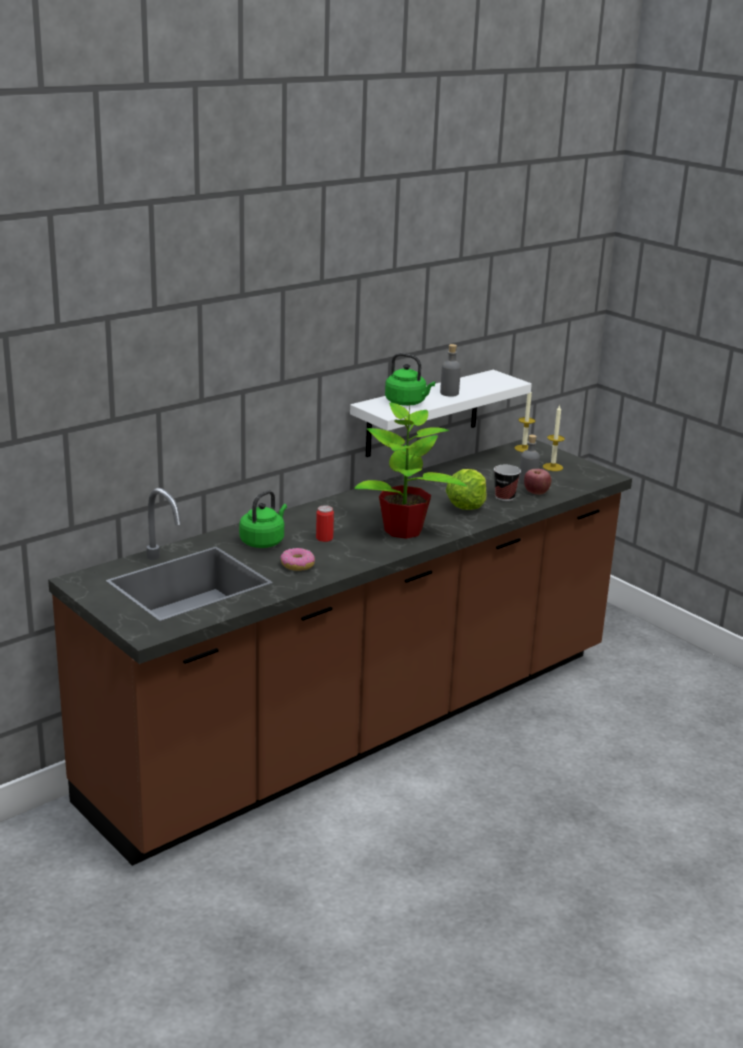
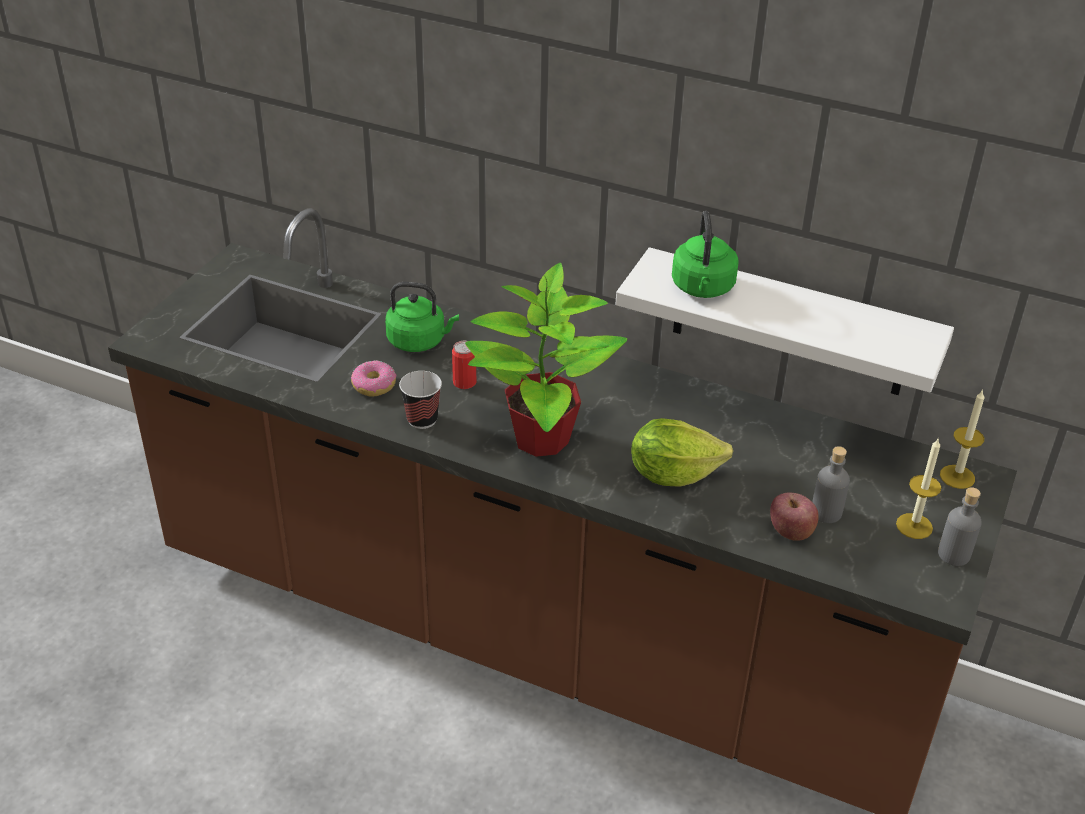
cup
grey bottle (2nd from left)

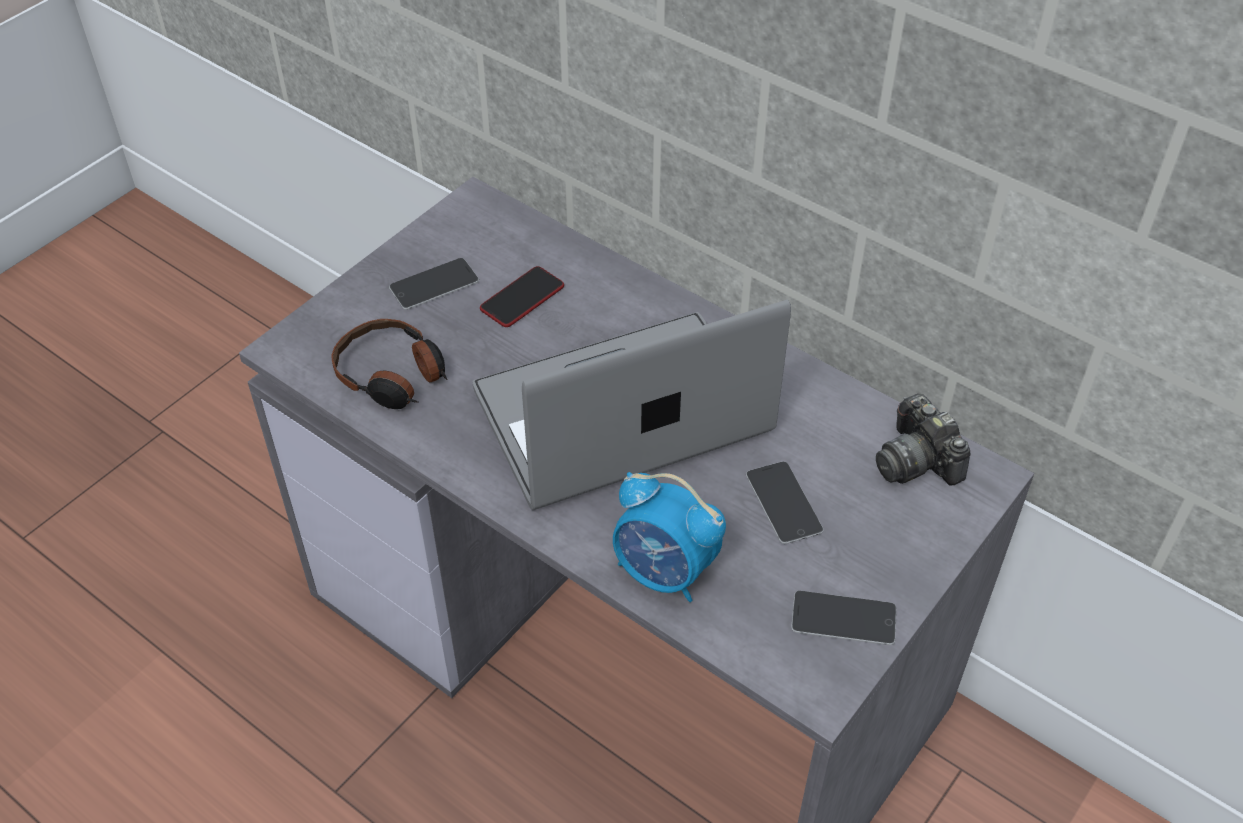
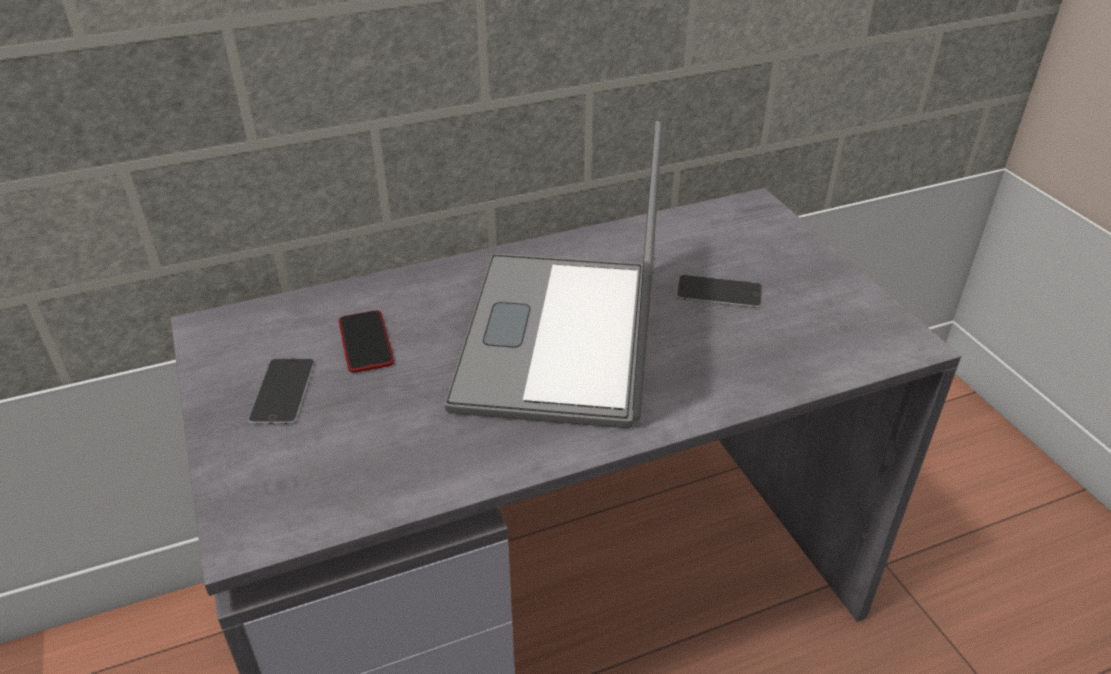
headphones
alarm clock
phone (4th from left in the first image)
photo camera

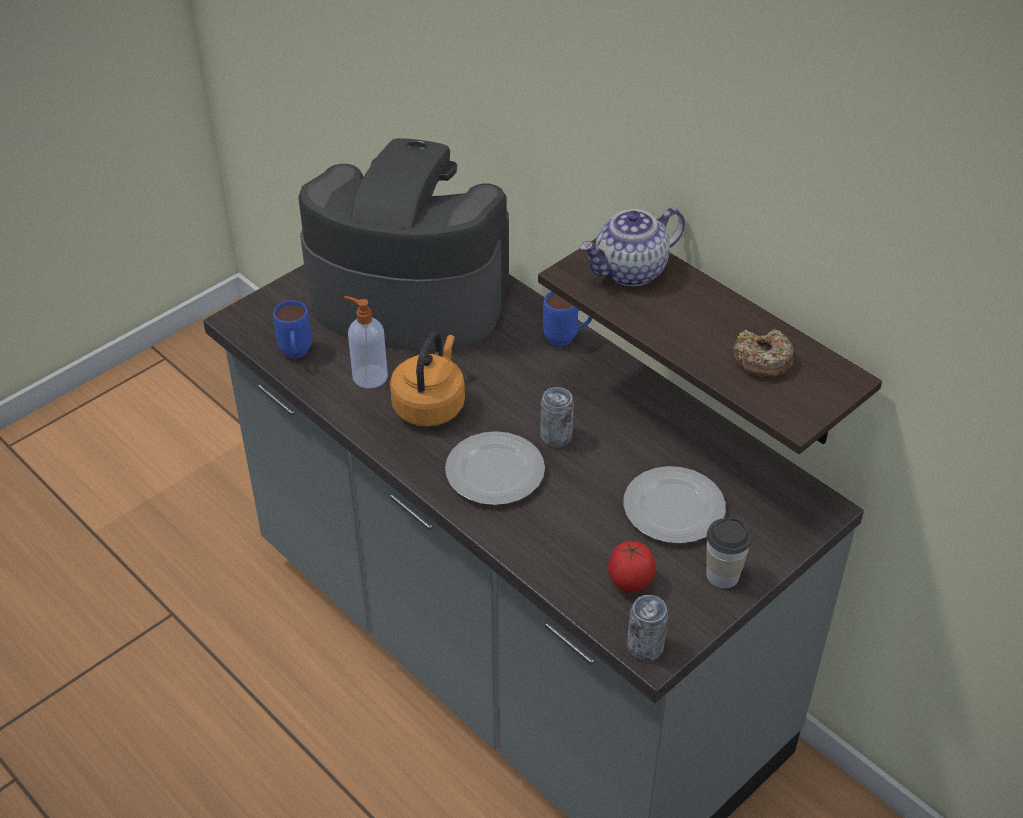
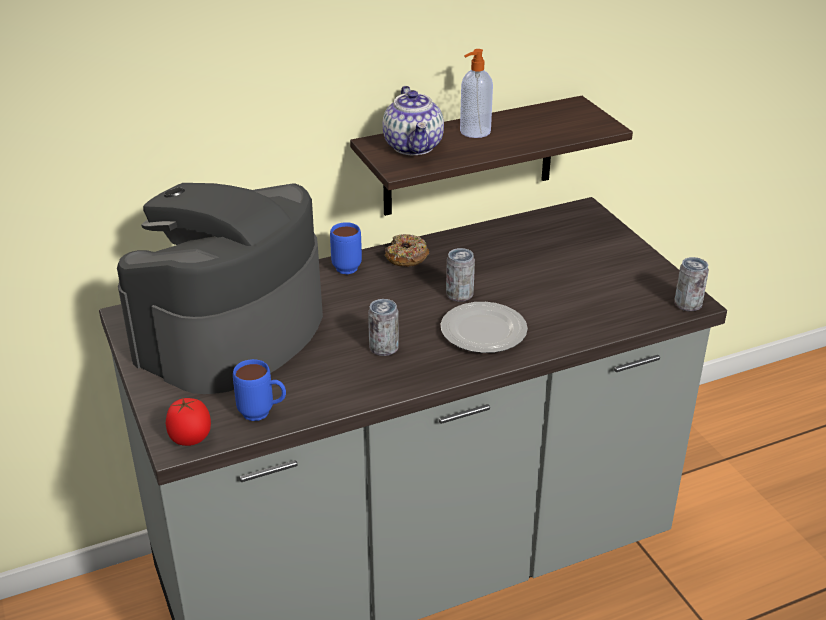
tomato
can (1st from left)
donut
soap dispenser
plate (2nd from left in the first image)
cup

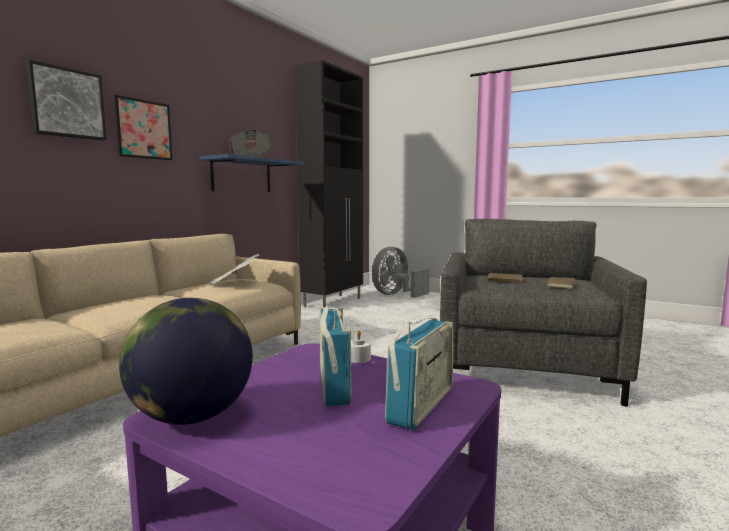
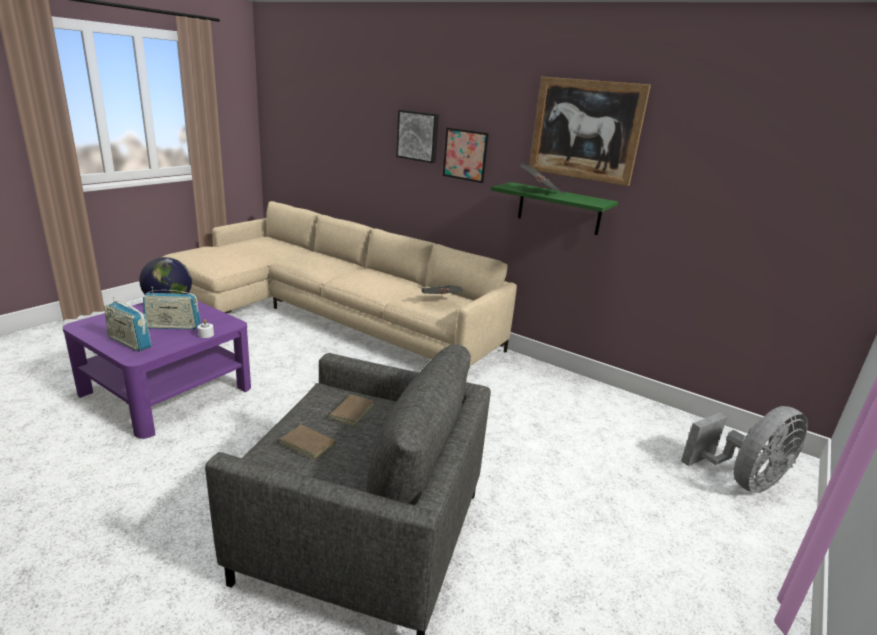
green shelf
picture (3rd from left)
grey fan
black cabinet

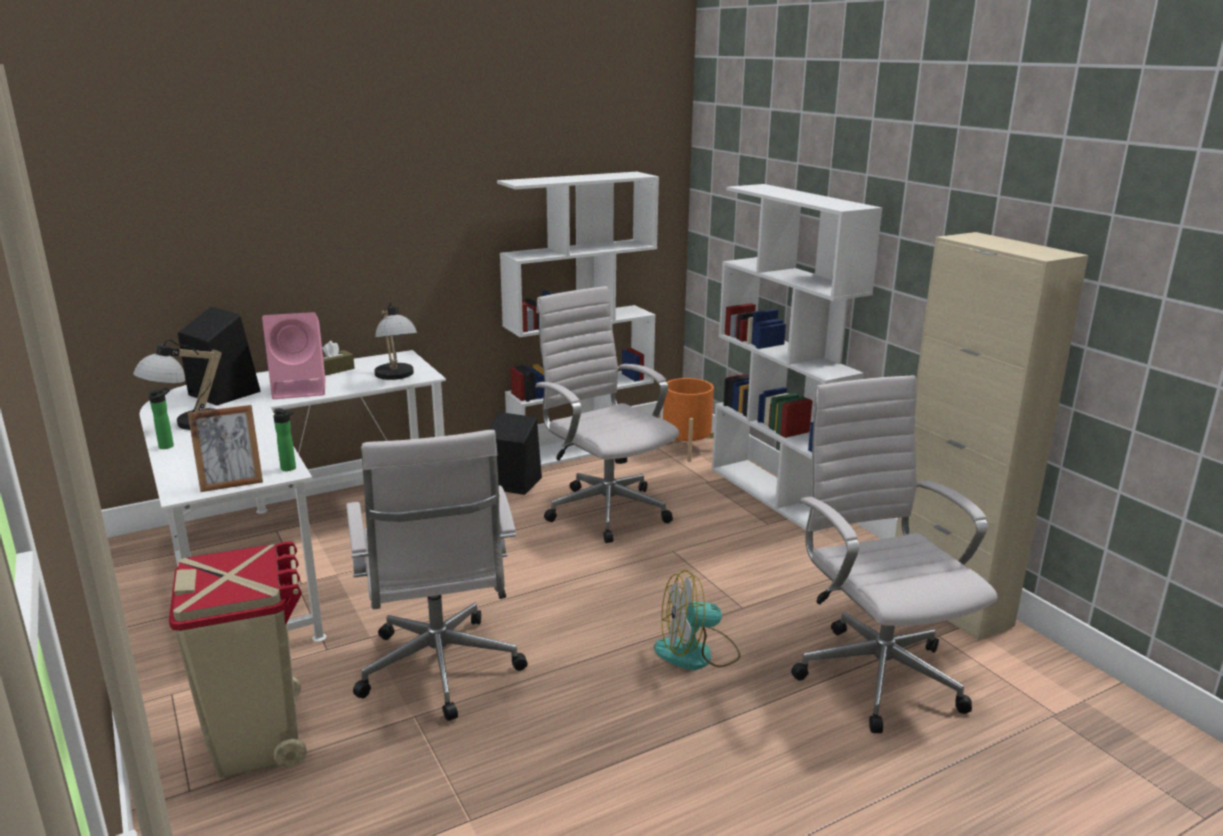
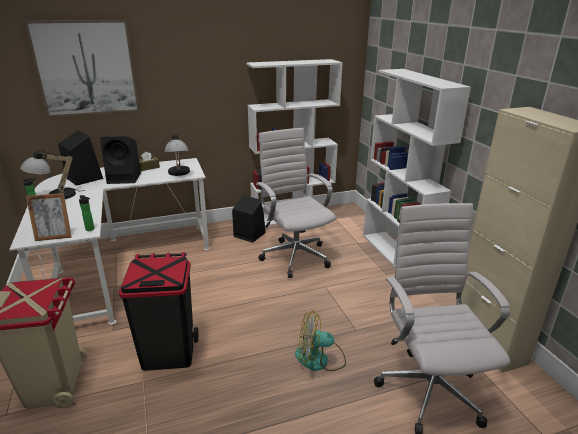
picture
black speaker (2nd from left)
black trash can
orange planter

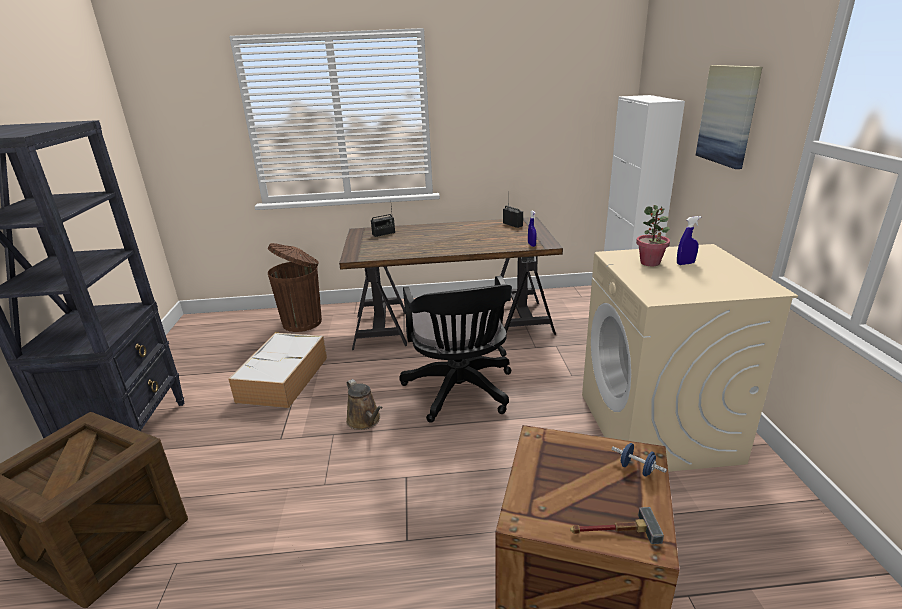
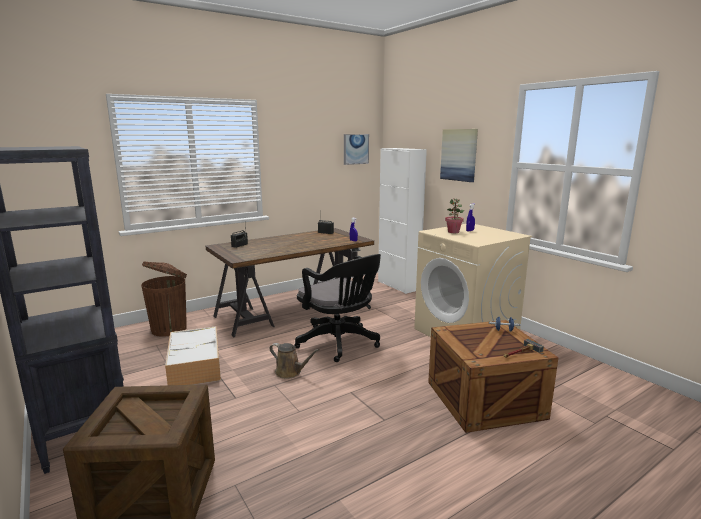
picture (1st from left)

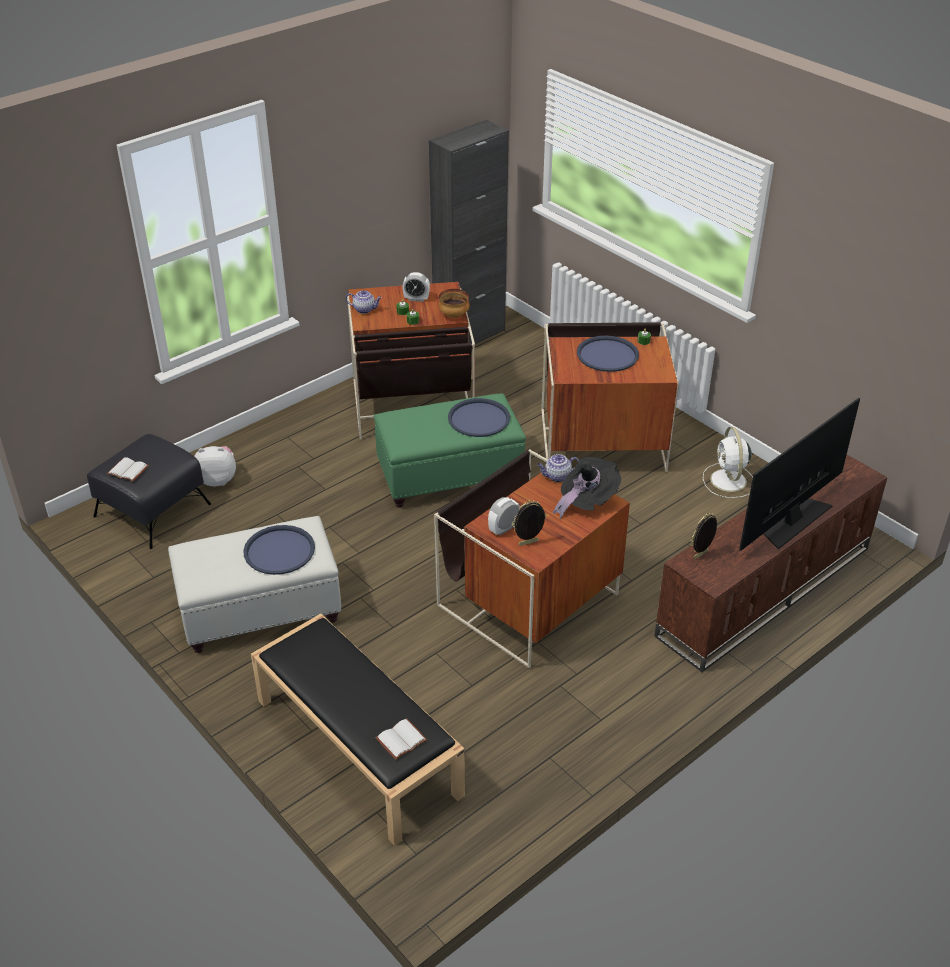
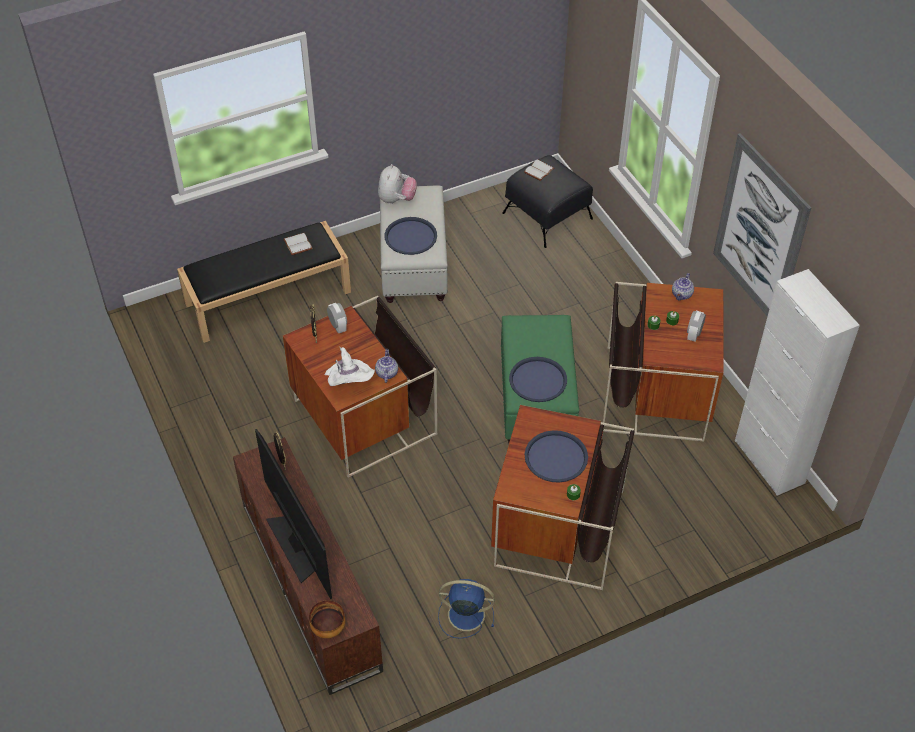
white book (1st from left)
bowl
white hat
plush toy
blue fan
picture
white cabinet

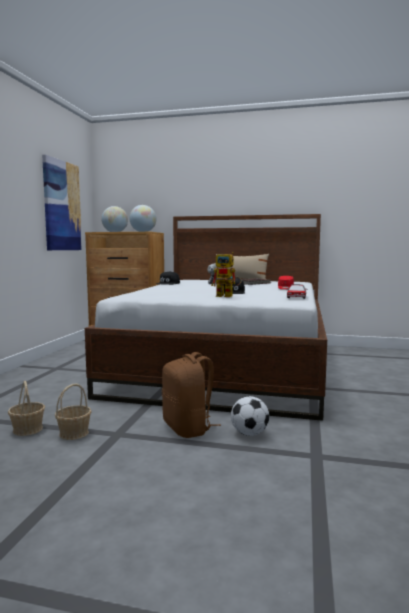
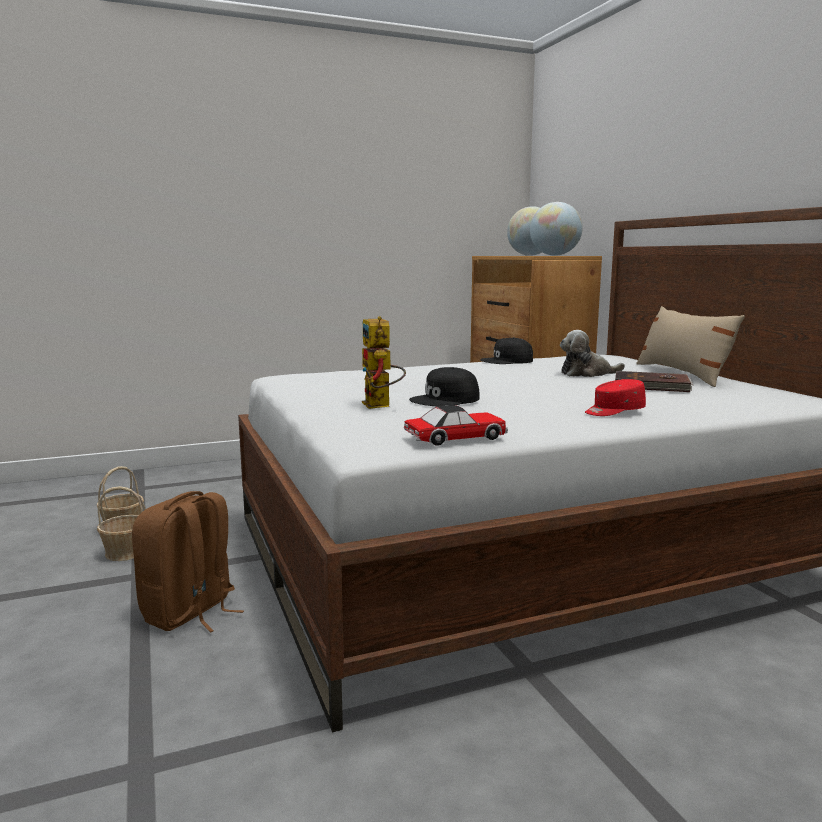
picture
football

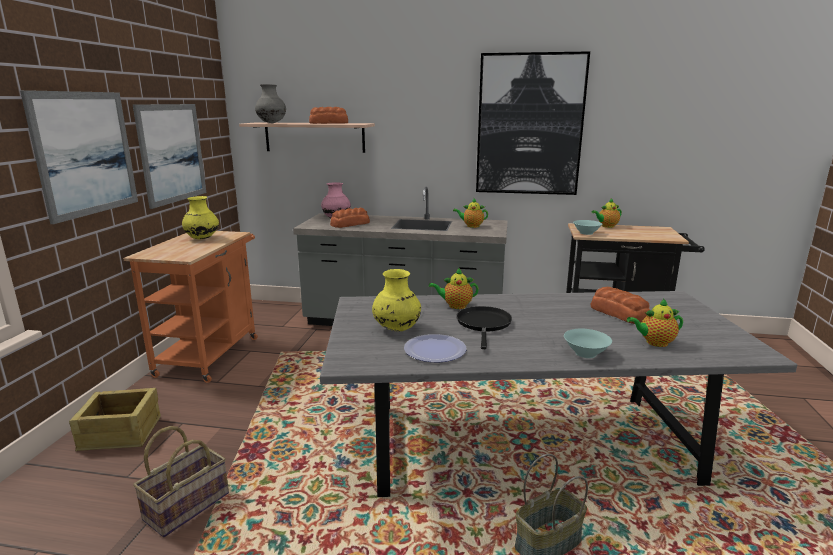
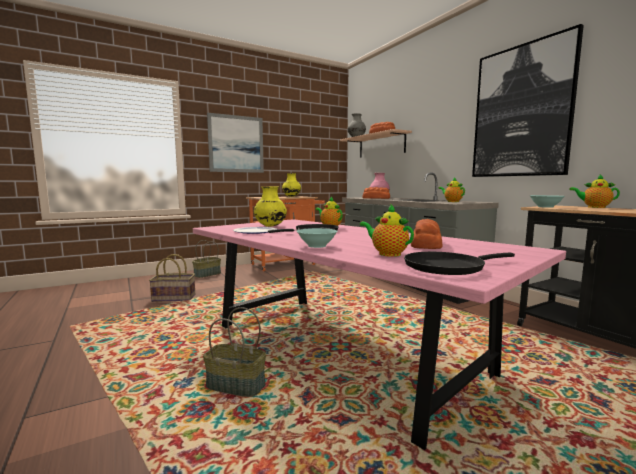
basket (2nd from left)
pink dining table
black frying pan (2nd from left)
picture (2nd from left in the first image)

